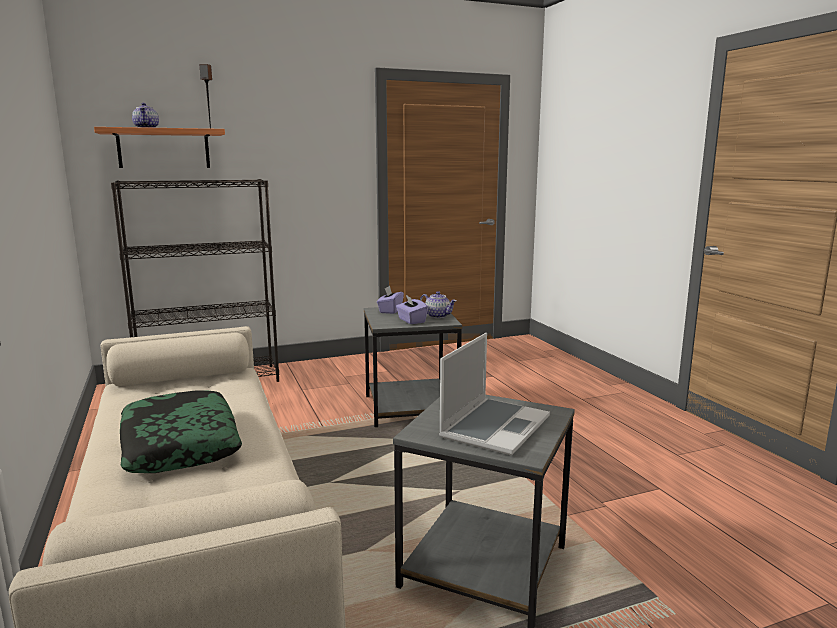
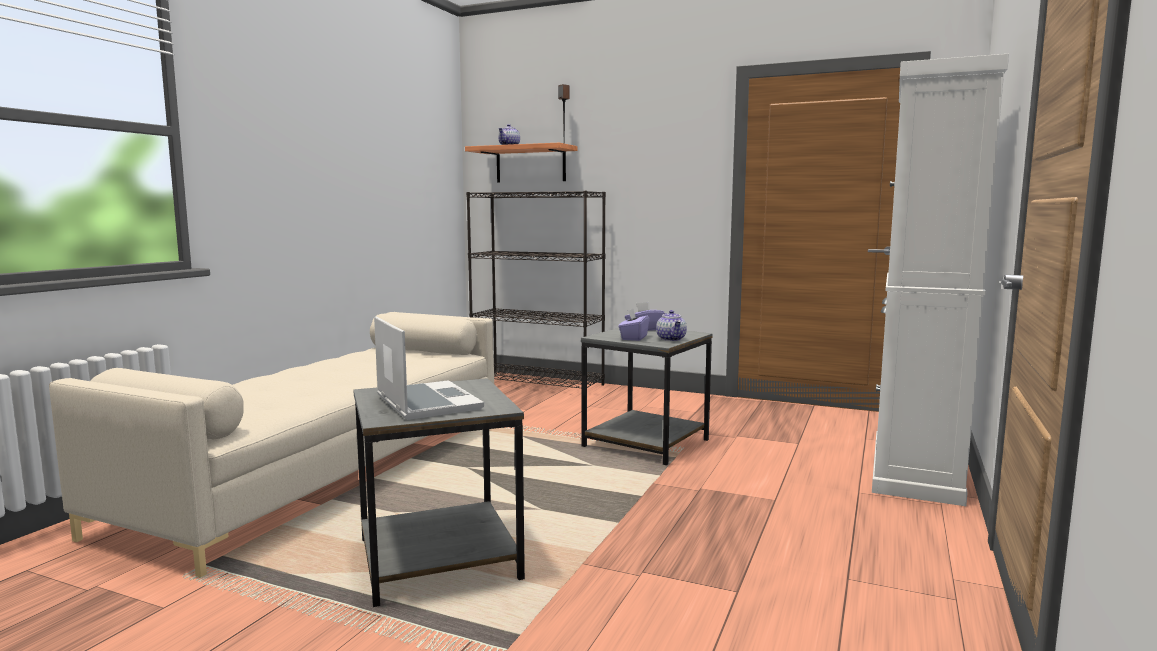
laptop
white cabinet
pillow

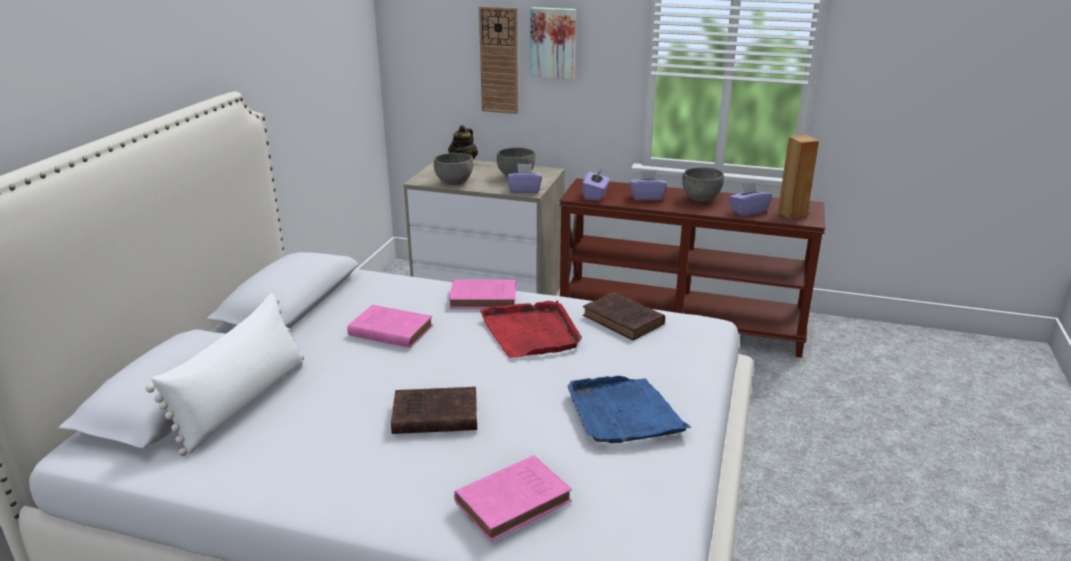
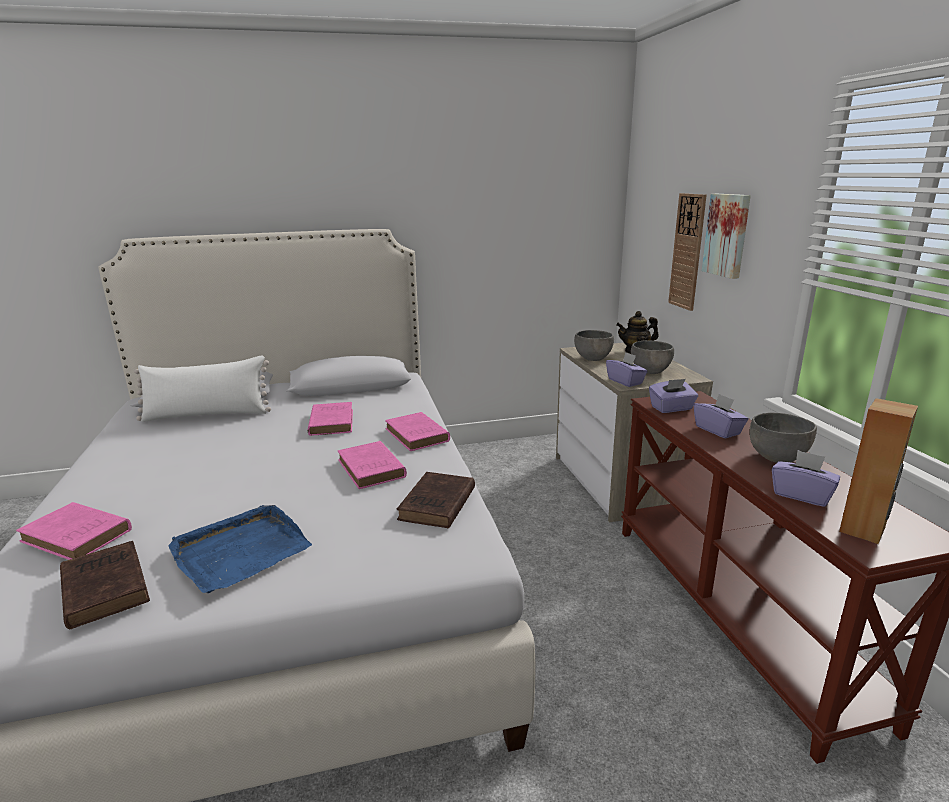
brown book (1st from left)
pink book (3rd from left)

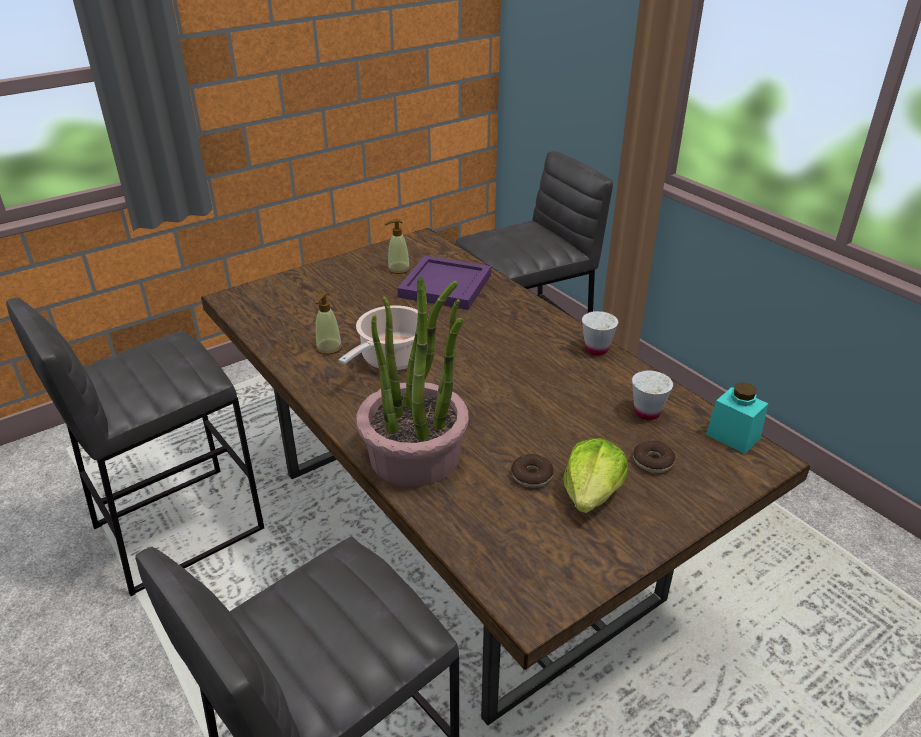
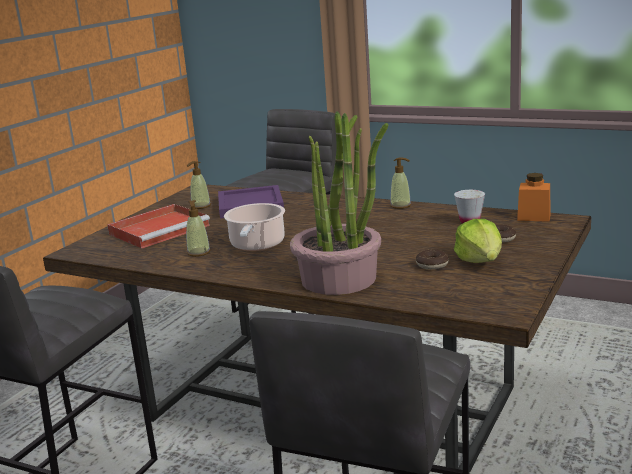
red tray
soap dispenser (3rd from left)
orange jar

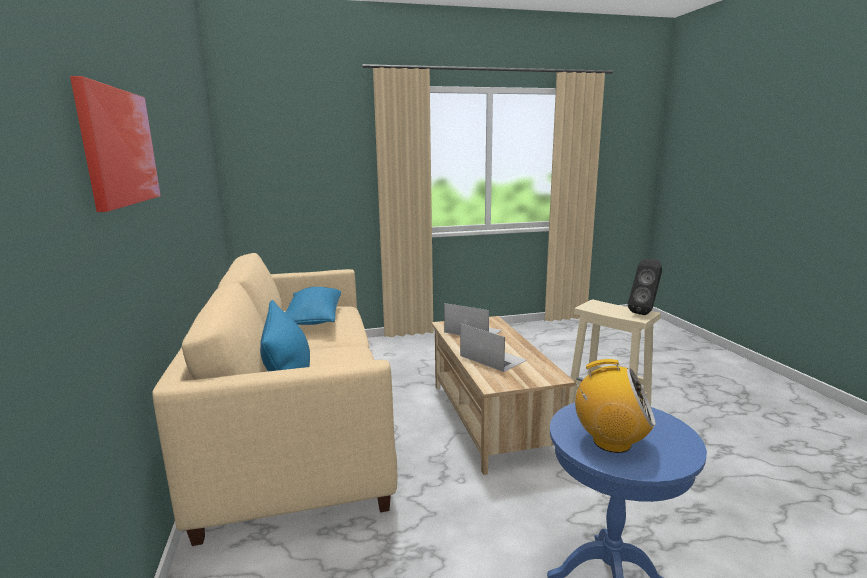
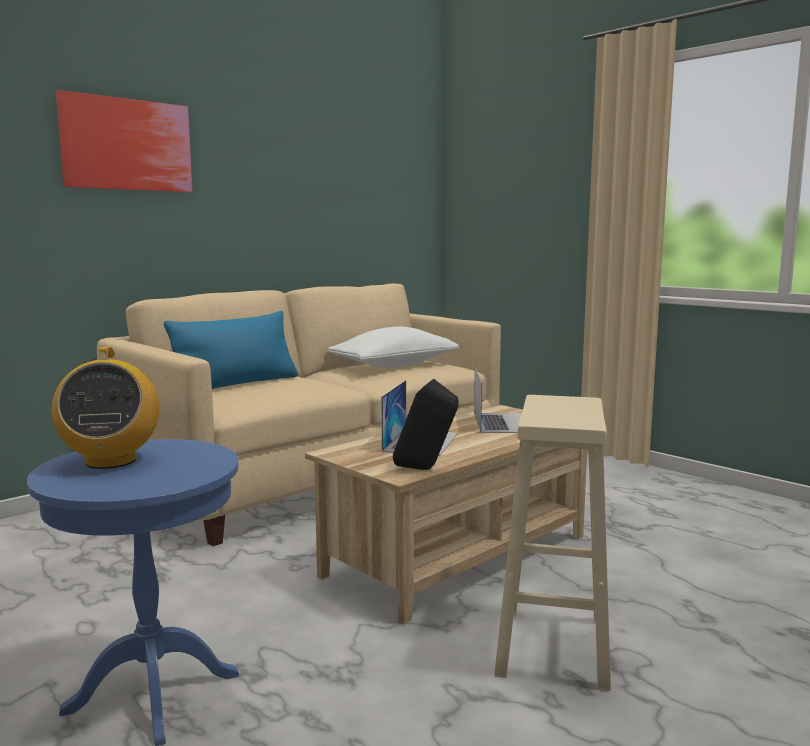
white pillow
black speaker

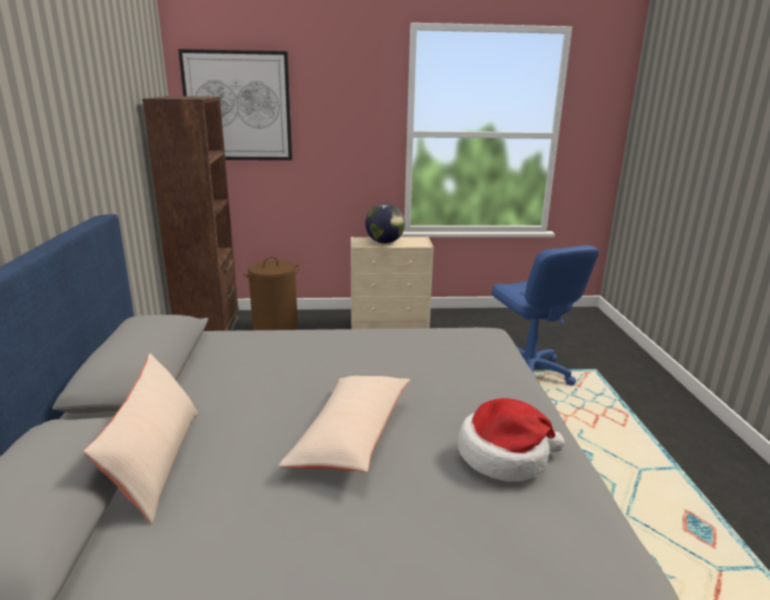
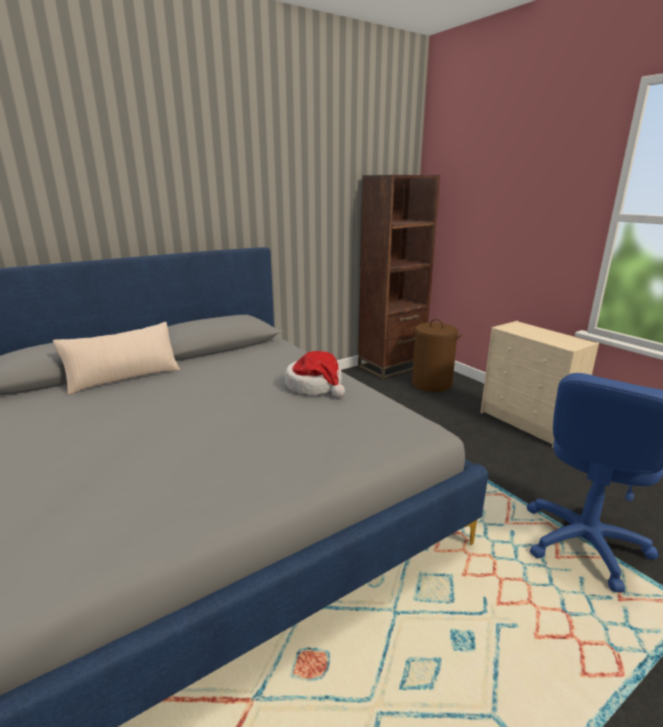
hat
picture
beige pillow (2nd from left in the first image)
globe

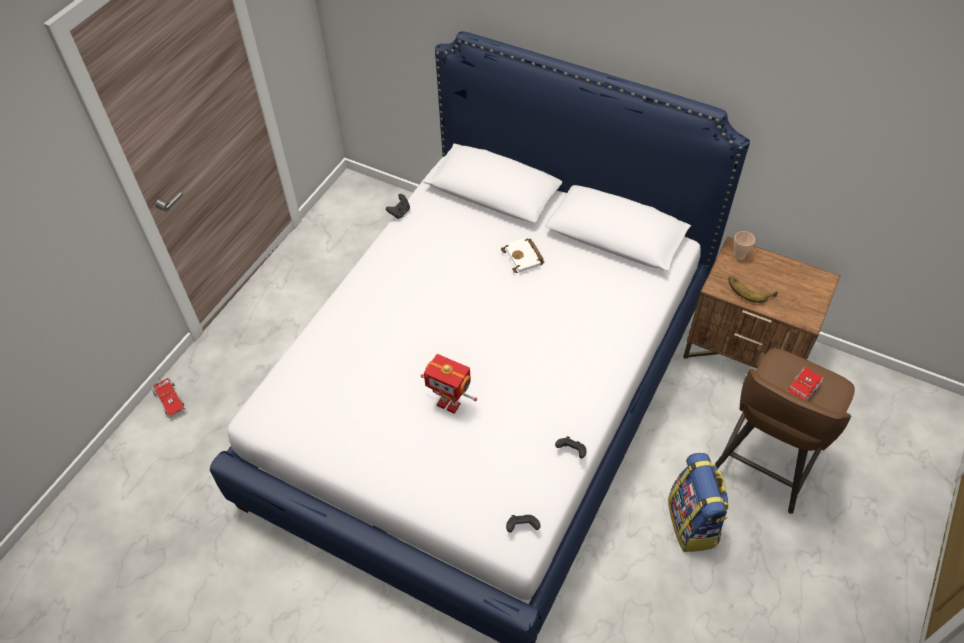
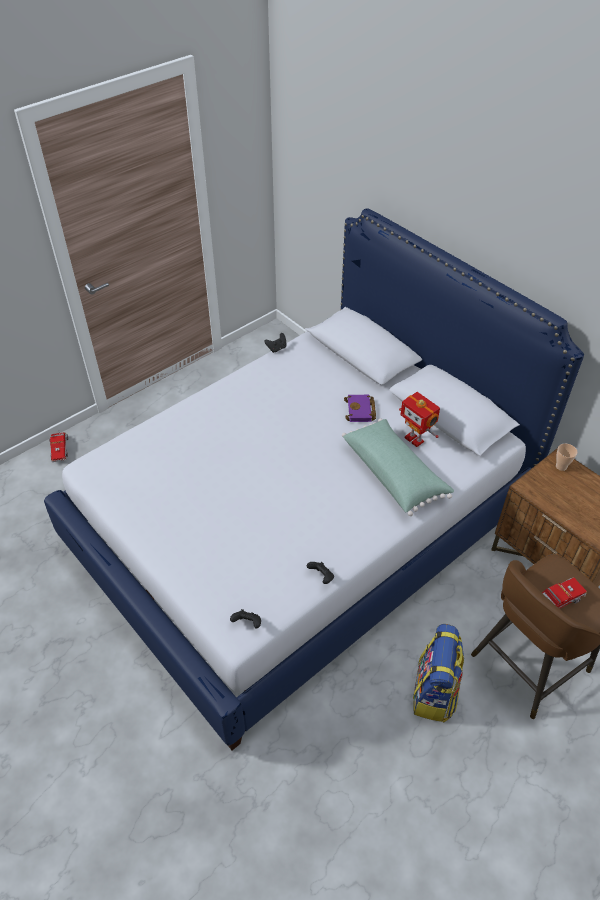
green pillow
purple book
toy robot
banana

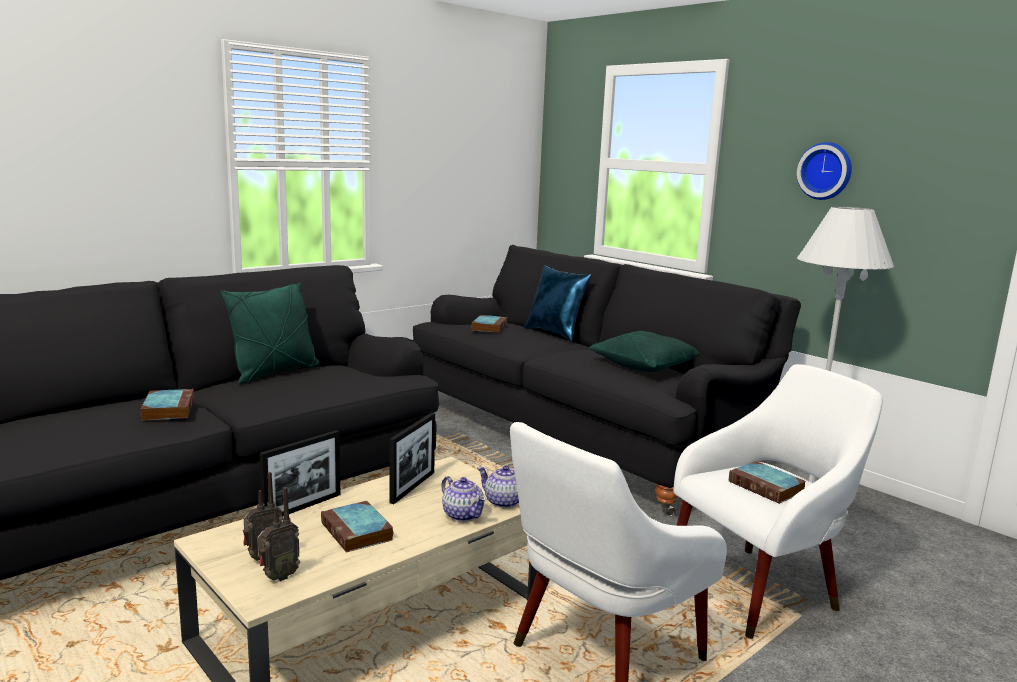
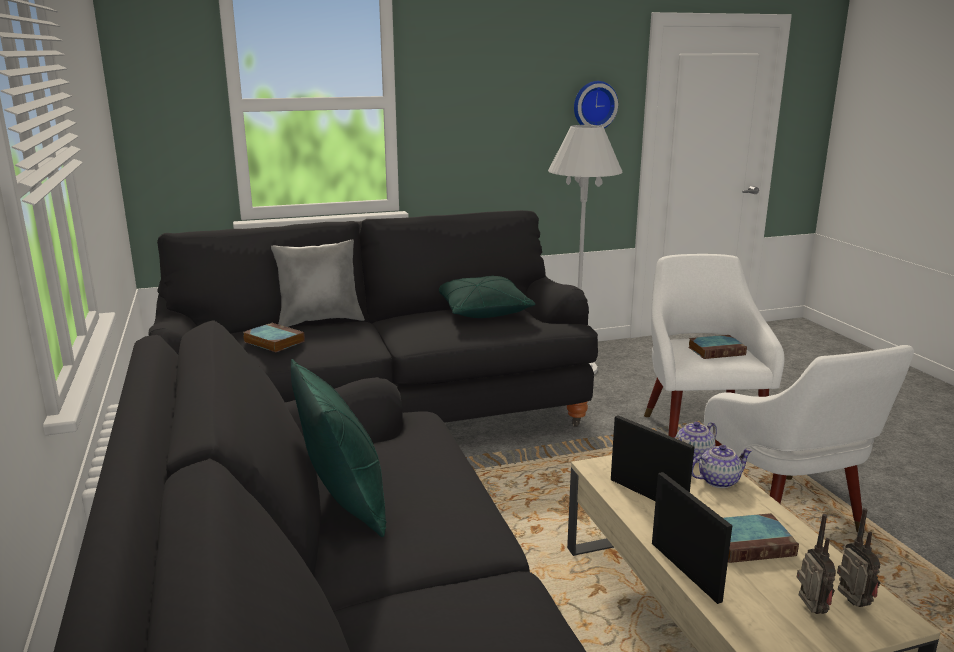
grey pillow
wall clock
book (1st from left in the first image)

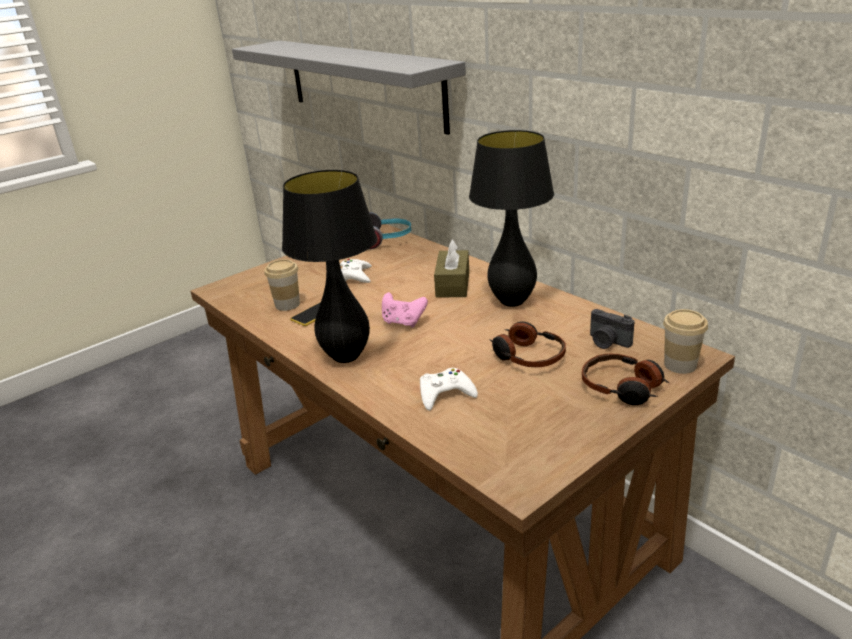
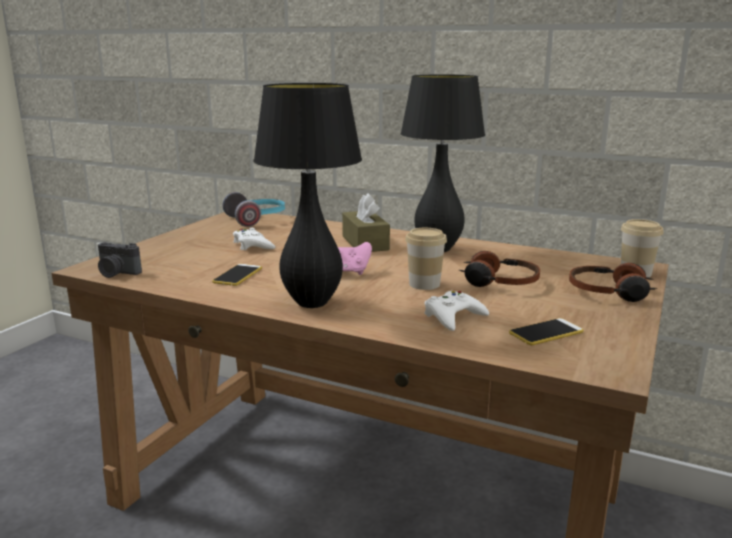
photo camera
cup (1st from left)
phone (2nd from left)
grey shelf

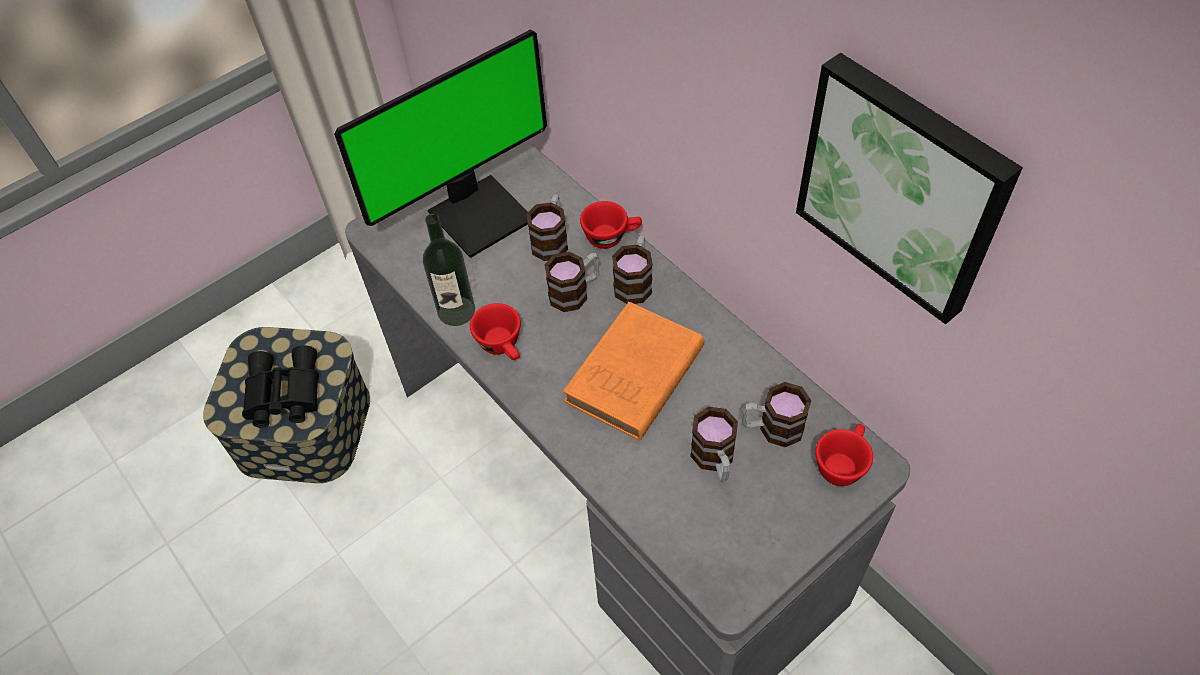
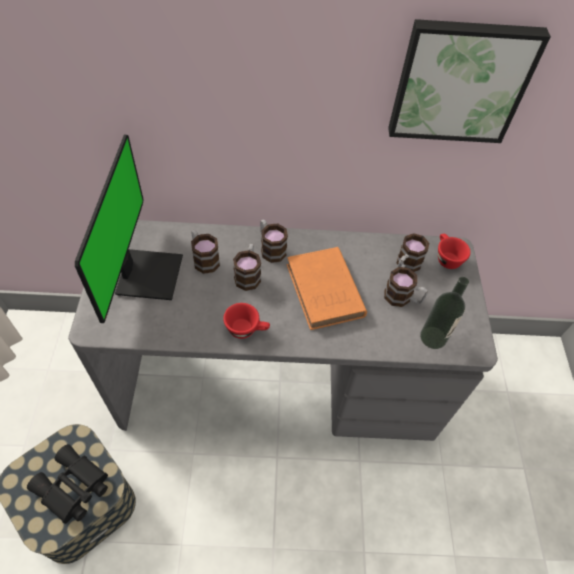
bottle
red cup (2nd from left in the first image)

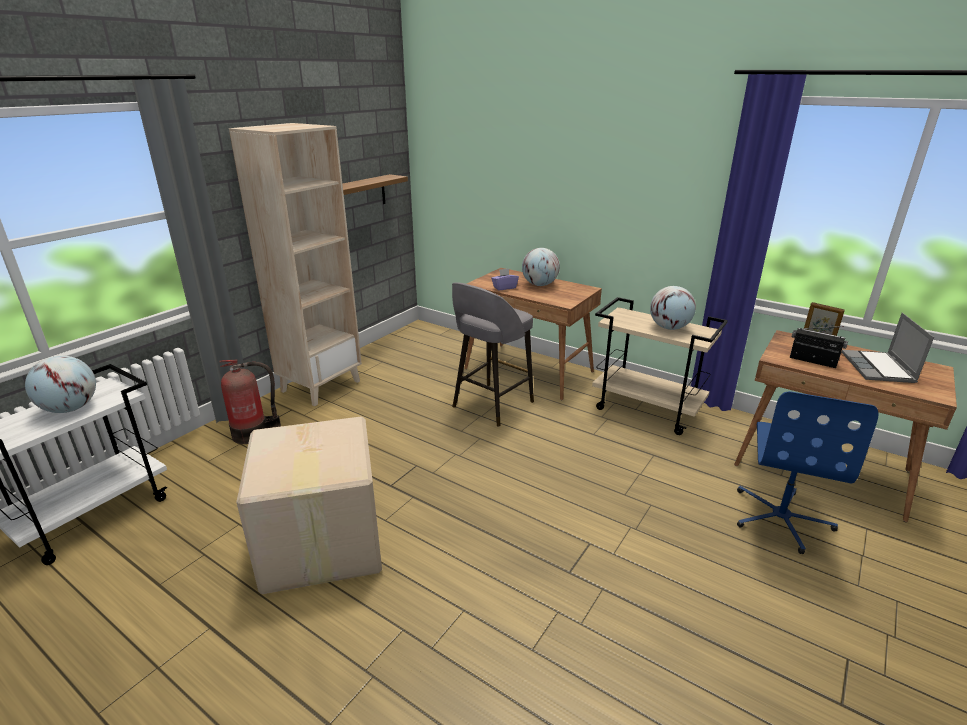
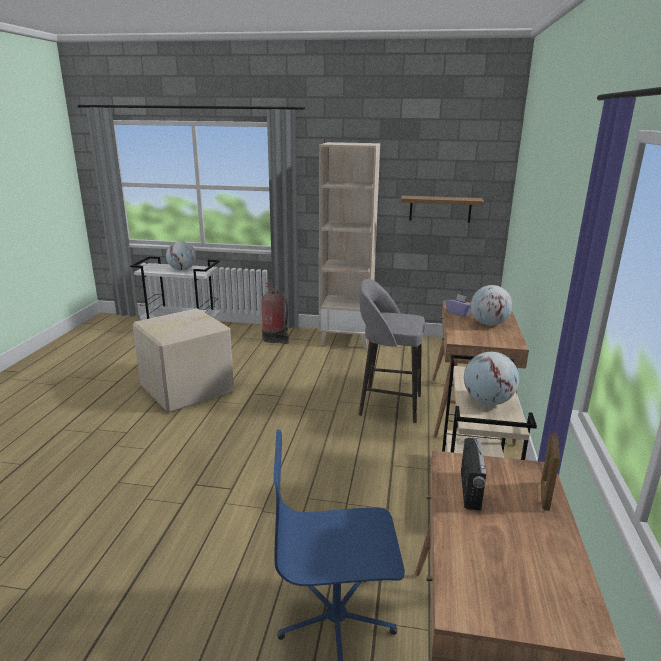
laptop

